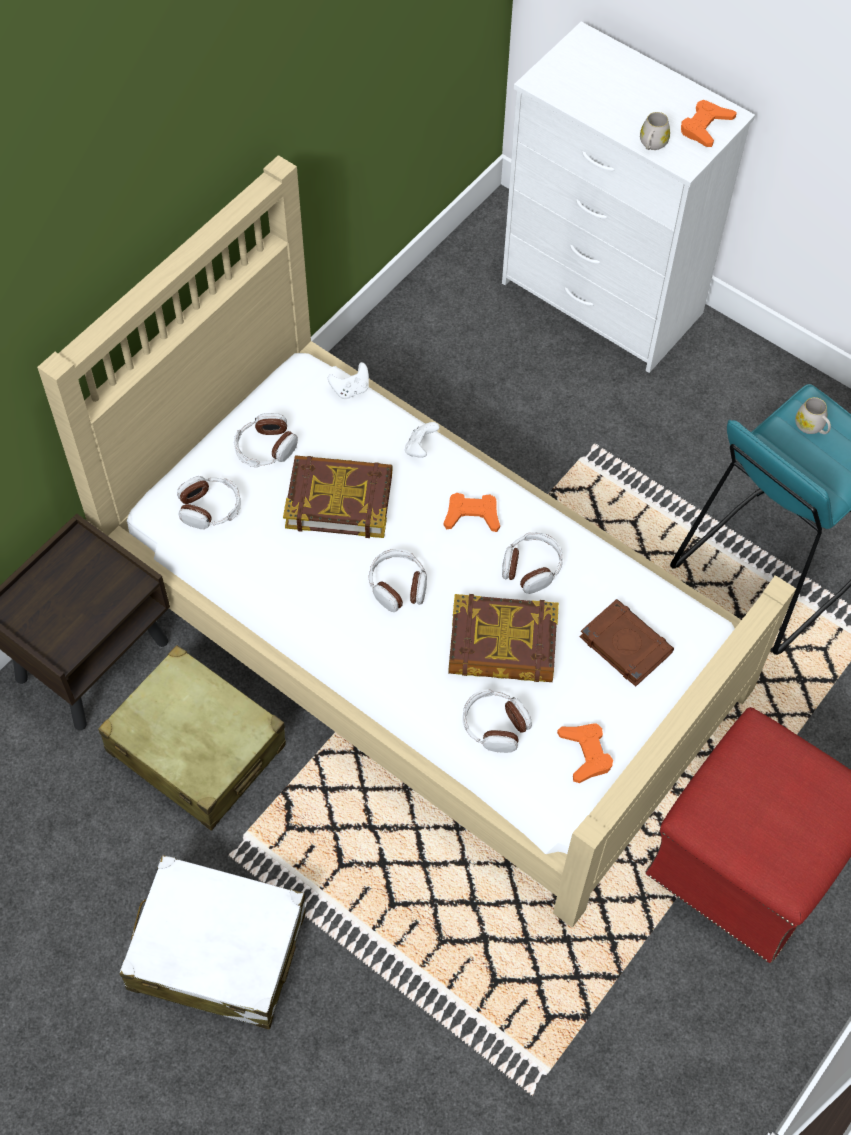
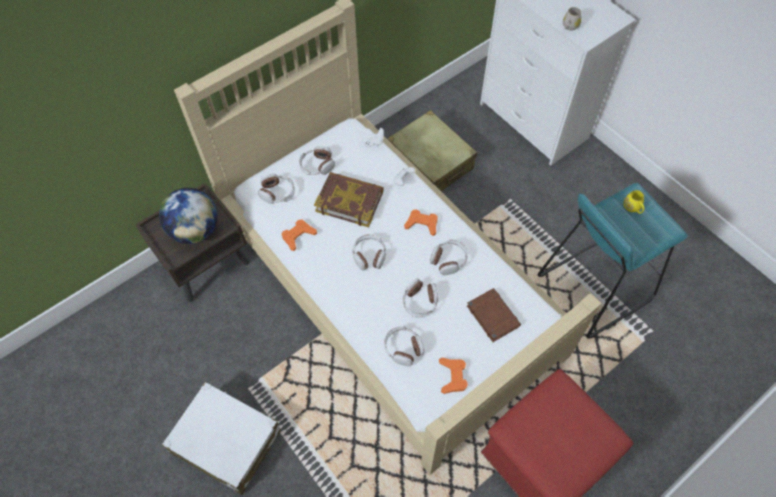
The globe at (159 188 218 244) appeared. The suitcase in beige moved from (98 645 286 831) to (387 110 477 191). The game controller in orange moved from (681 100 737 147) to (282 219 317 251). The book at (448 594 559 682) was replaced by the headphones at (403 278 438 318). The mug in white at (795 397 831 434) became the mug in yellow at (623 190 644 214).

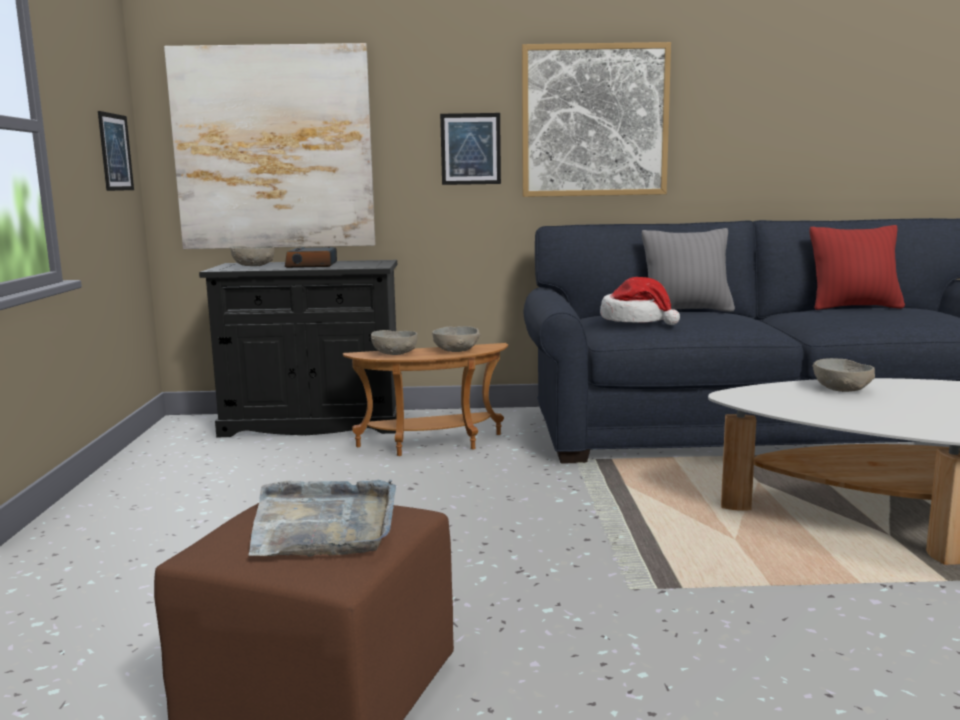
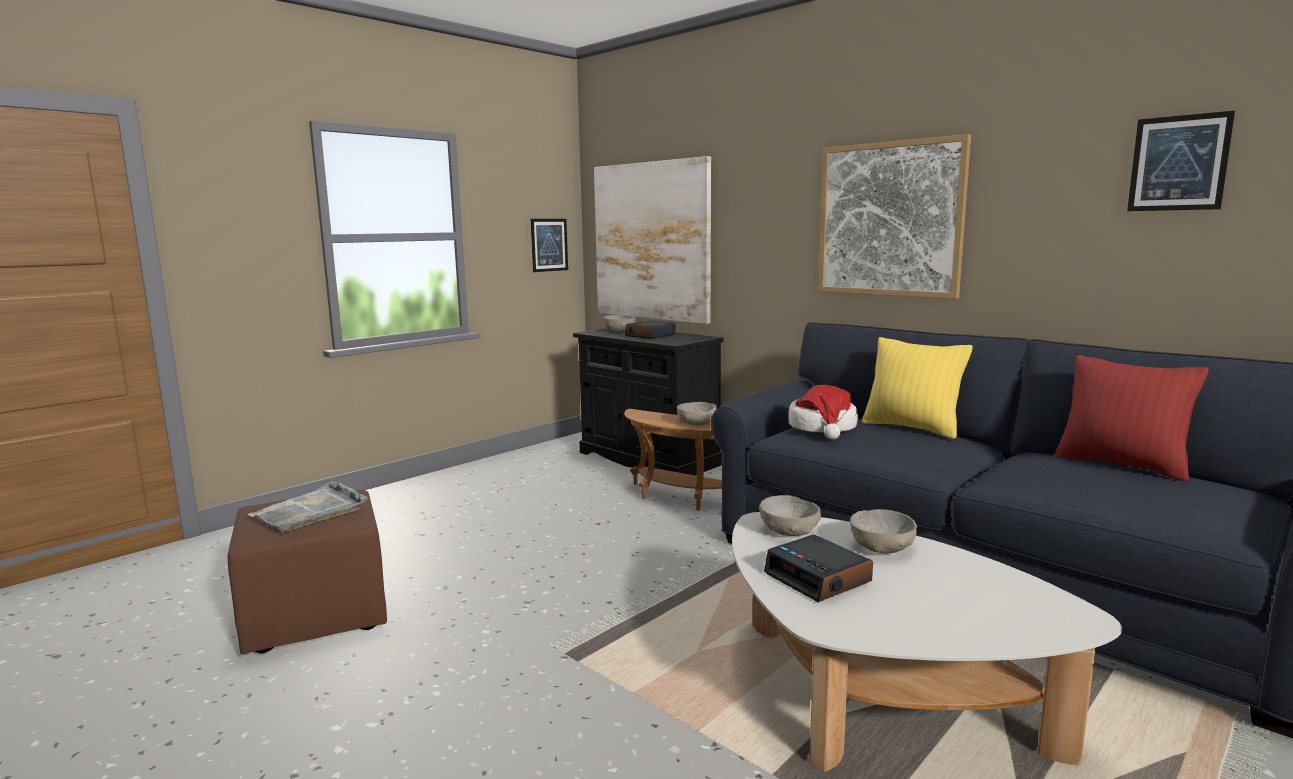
The alarm clock at (764 535 873 602) appeared. The bowl in grey moved from (371 330 417 355) to (759 495 821 536). The picture moved from (440 113 501 185) to (1127 111 1235 211). The pillow in grey at (642 228 735 312) became the pillow in yellow at (862 337 972 439).

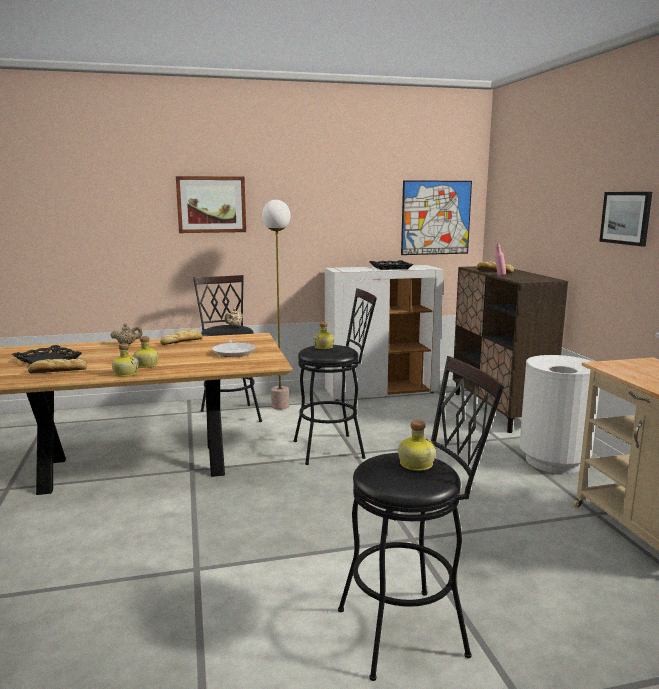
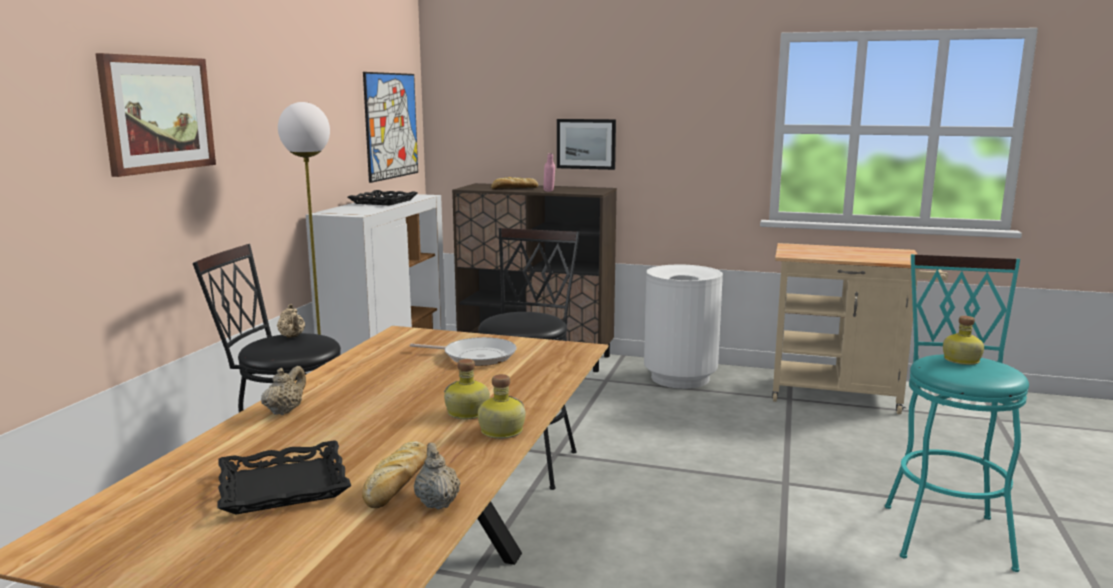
The bread at (160 329 203 345) disappeared. The bottle at (313 322 334 349) disappeared. The teapot in beige at (414 442 460 510) appeared. The picture moved from (599 192 652 246) to (557 119 616 170). The stool in black at (338 356 504 681) became the stool in turquoise at (885 254 1029 572).

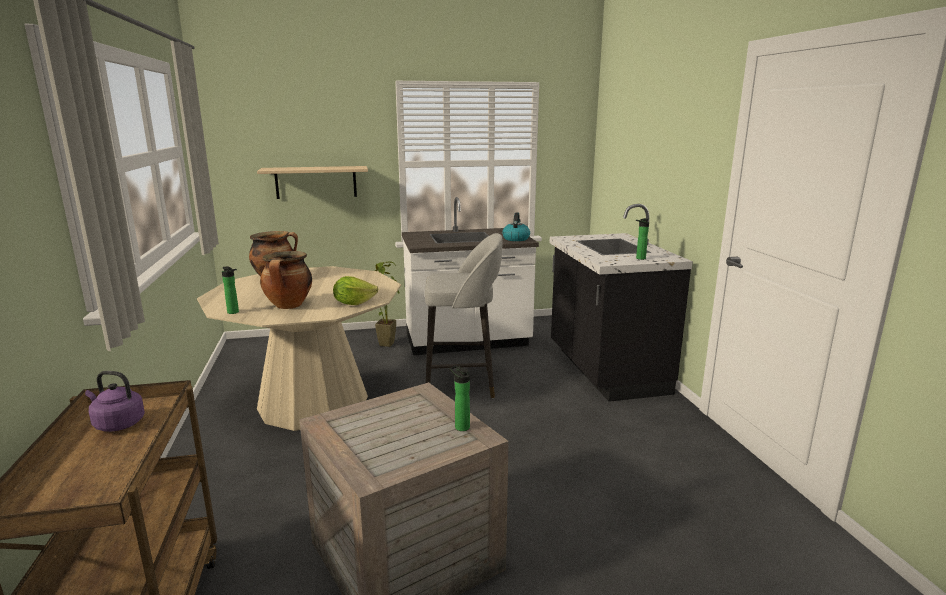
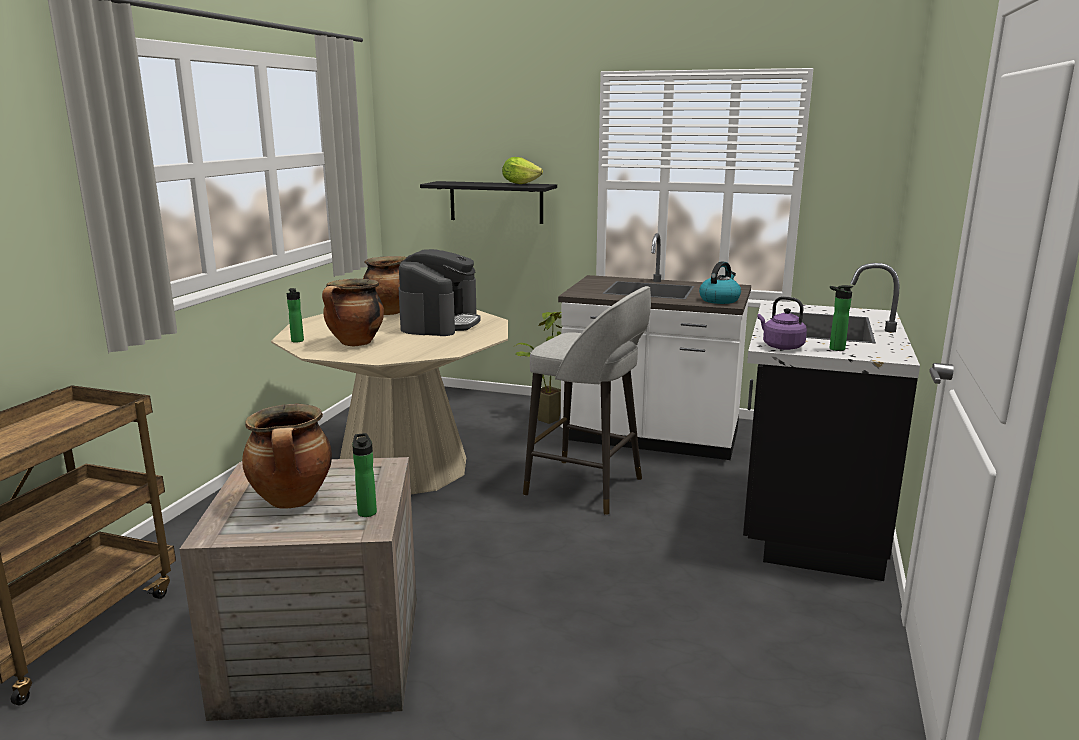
The cooking pot at (242 404 332 509) appeared. The coffee machine at (398 249 481 336) appeared. The kettle in purple moved from (85 371 145 432) to (757 296 807 350). The lettuce moved from (333 276 378 305) to (502 157 543 184). The shelf in beige at (257 166 368 199) became the shelf in black at (420 181 557 224).

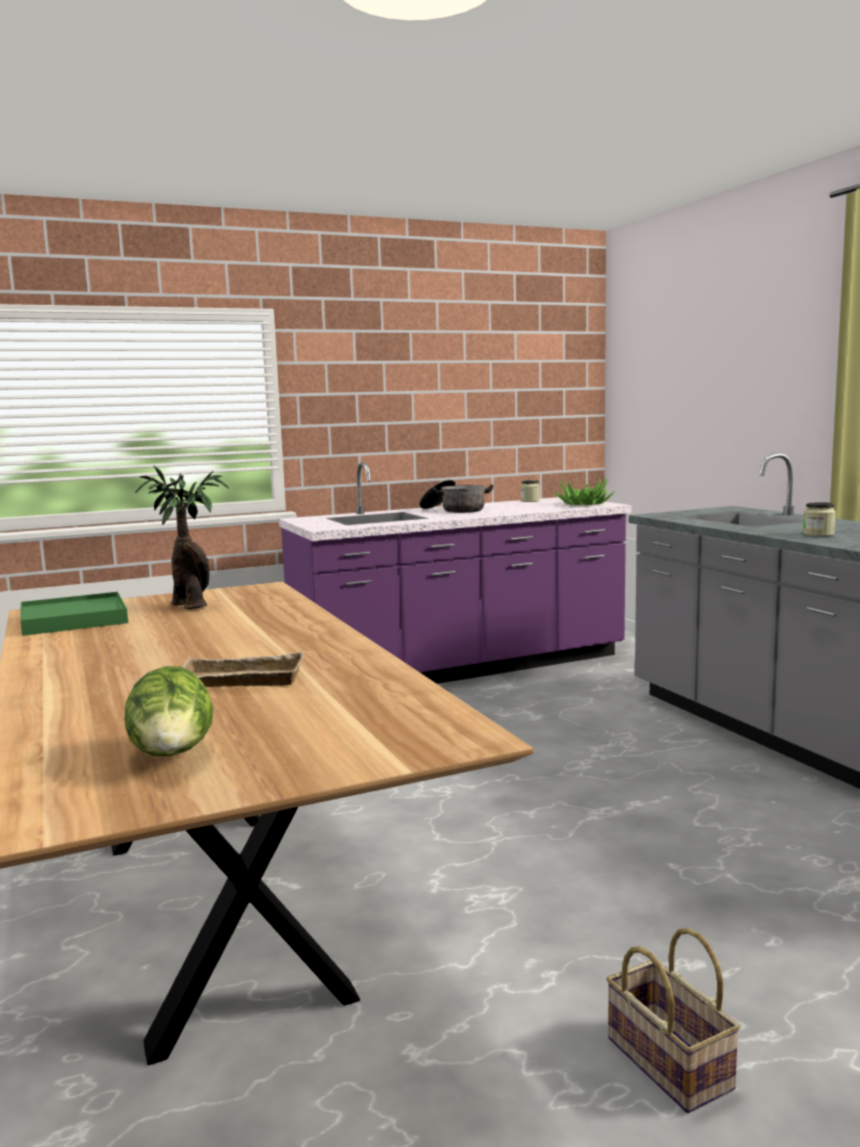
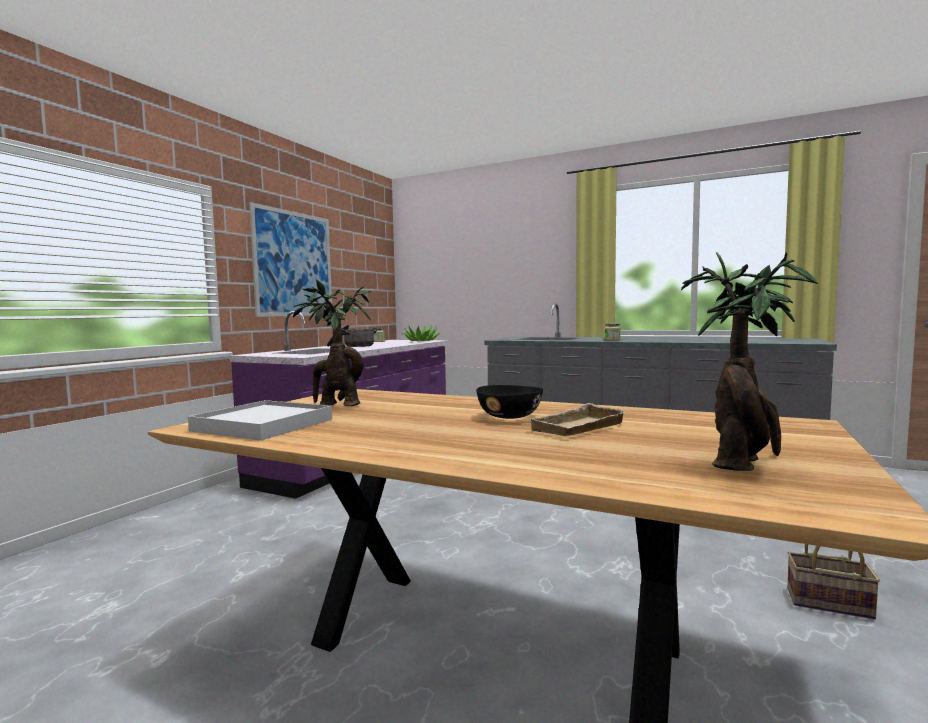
The picture at (249 202 332 317) appeared. The bowl in black at (476 385 543 419) appeared. The lettuce at (124 666 213 756) was replaced by the potted plant at (681 252 818 471). The tray in green at (20 592 128 636) became the tray in white at (188 400 332 441).

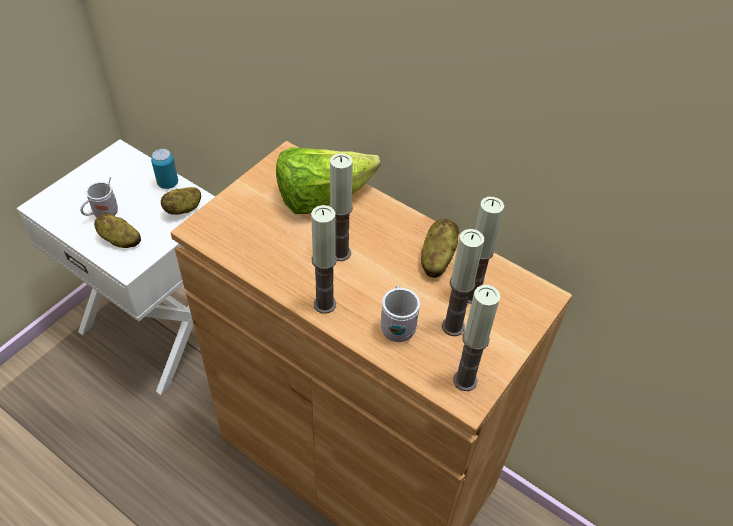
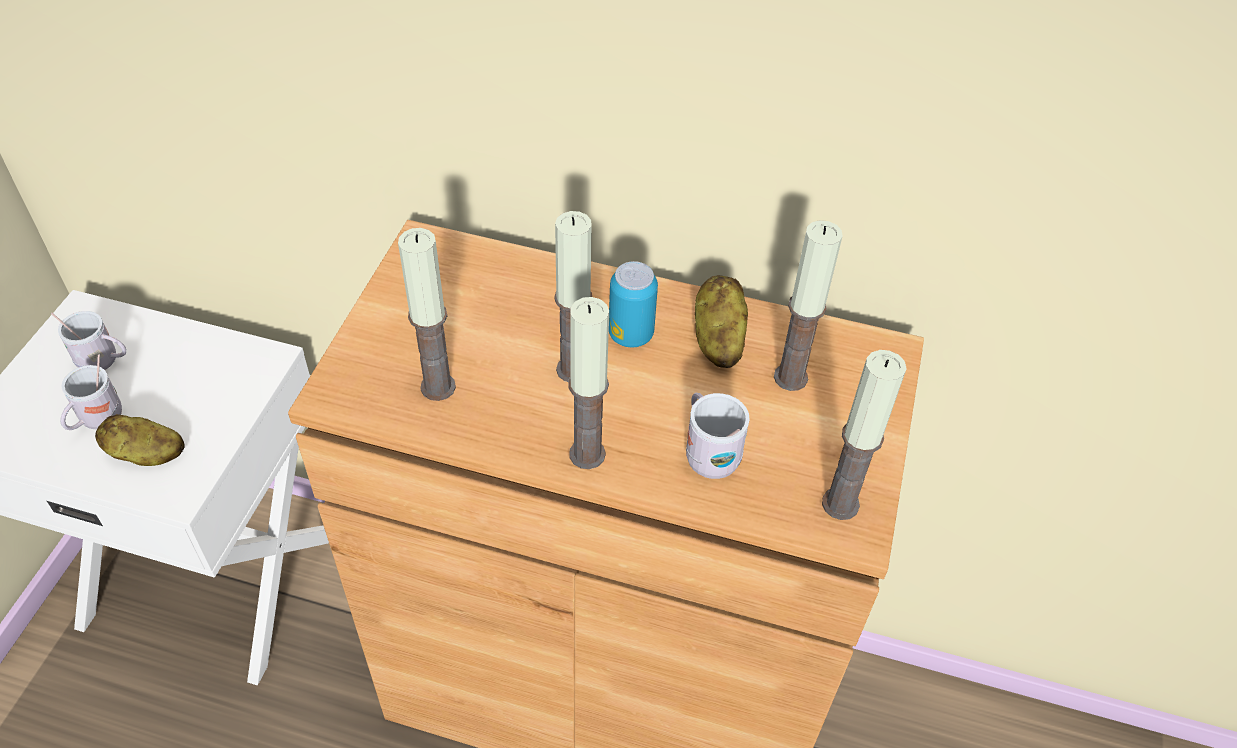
The potato at (160 187 201 215) disappeared. The lettuce at (276 147 381 214) disappeared. The mug in white at (51 311 126 370) appeared. The can moved from (151 149 178 189) to (609 261 658 347). The candle moved from (442 229 484 336) to (398 228 456 401).

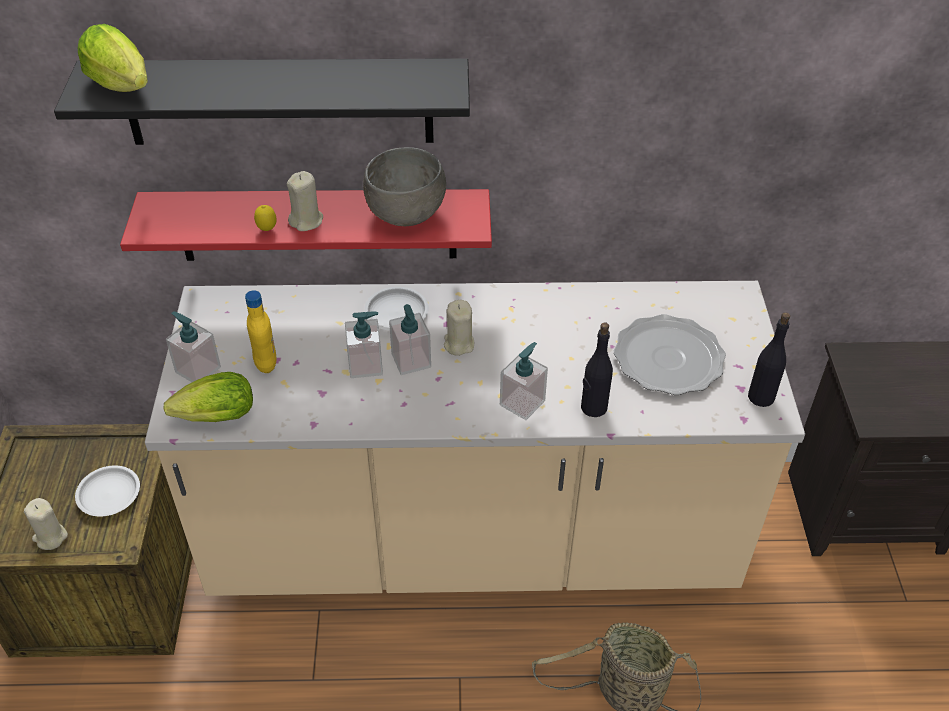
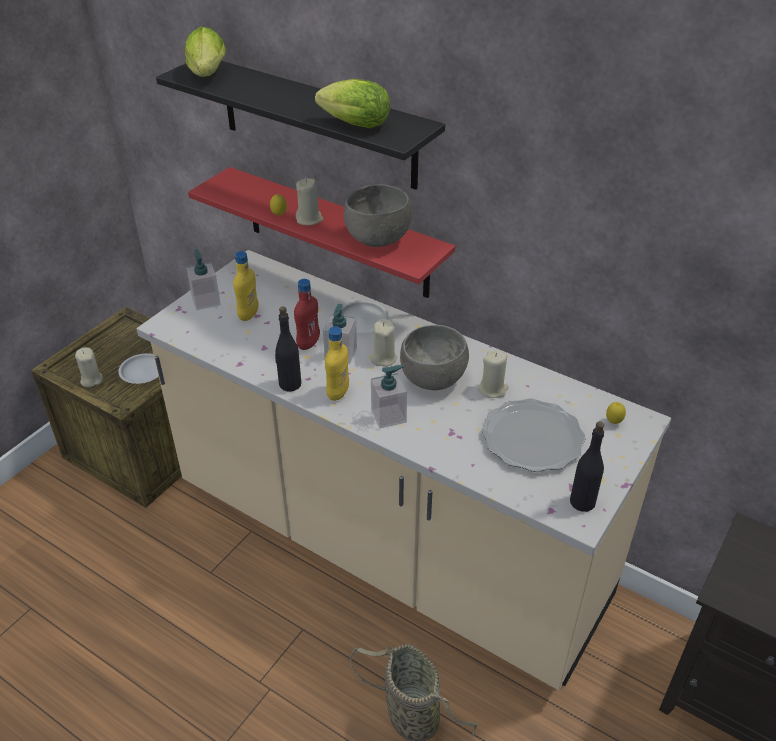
The bottle in yellow at (325 326 349 401) appeared. The bowl in grey at (400 325 469 390) appeared. The candle in beige at (478 351 508 398) appeared. The lemon at (606 402 626 424) appeared. The lettuce moved from (163 372 253 422) to (315 79 390 128). The bottle in black moved from (581 322 613 417) to (275 307 301 391). The soap dispenser at (345 312 383 378) was replaced by the bottle in red at (294 279 320 350).

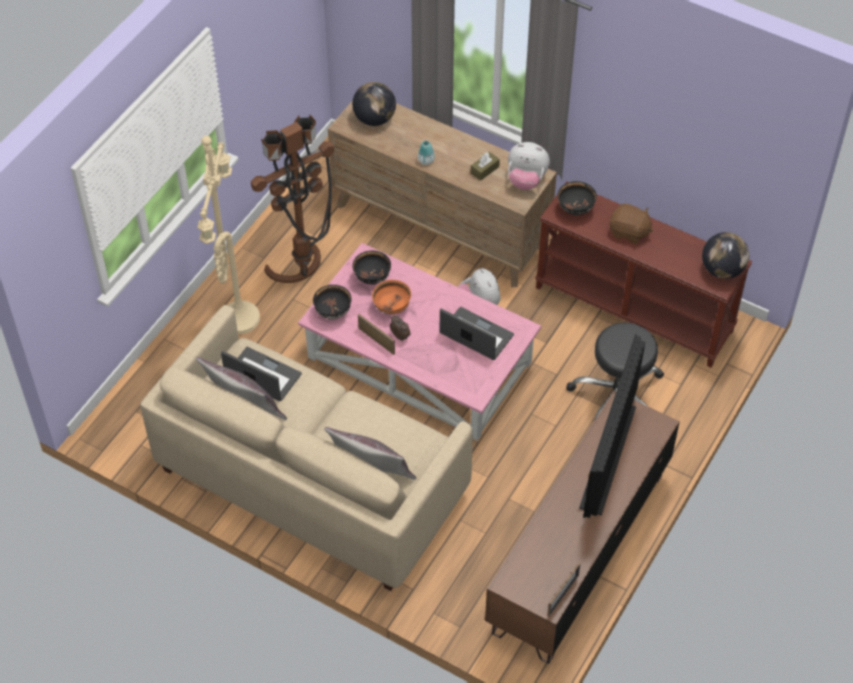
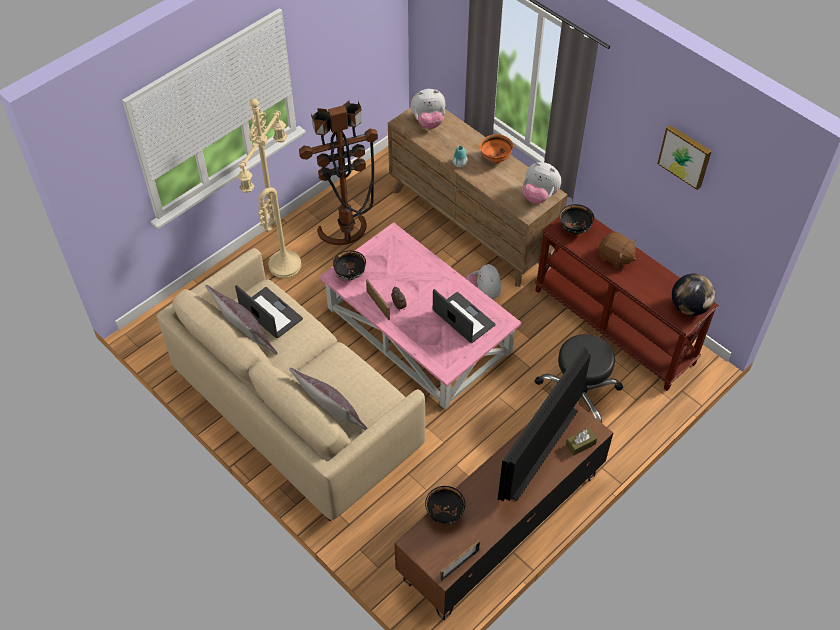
The picture at (657 125 712 190) appeared. The bowl in black moved from (352 250 391 284) to (425 486 465 524). The bowl in orange moved from (372 280 411 314) to (480 134 513 163). The tissue box in brown moved from (471 152 500 181) to (566 428 597 456). The globe at (352 82 396 126) was replaced by the plush toy at (411 89 445 129).

